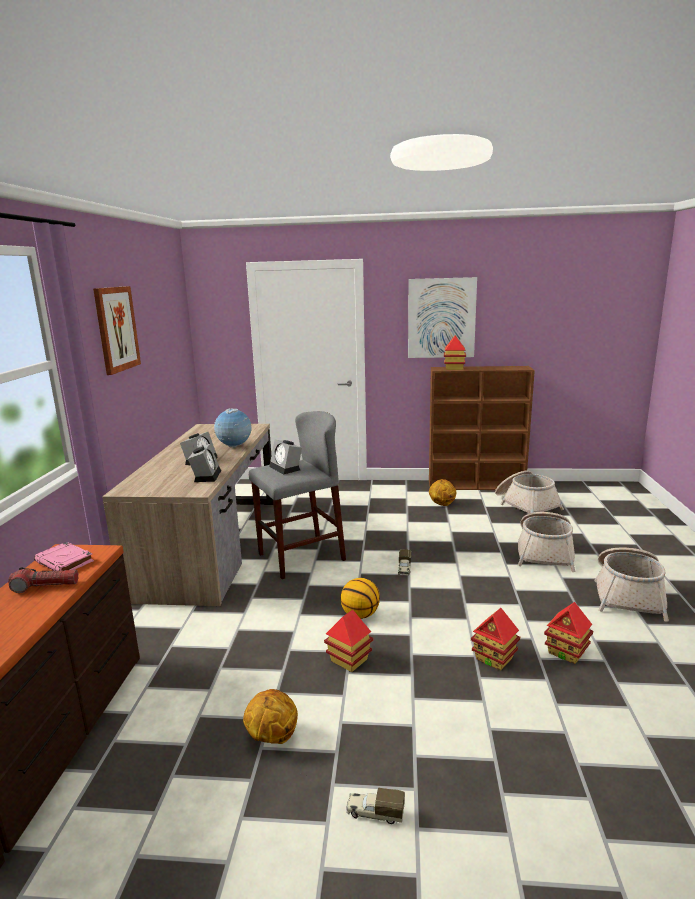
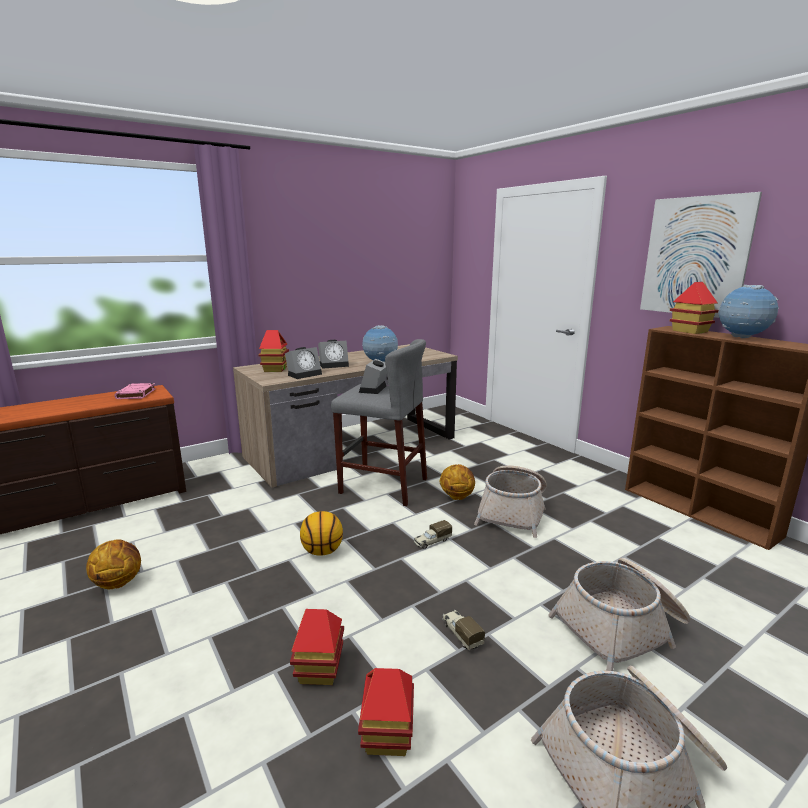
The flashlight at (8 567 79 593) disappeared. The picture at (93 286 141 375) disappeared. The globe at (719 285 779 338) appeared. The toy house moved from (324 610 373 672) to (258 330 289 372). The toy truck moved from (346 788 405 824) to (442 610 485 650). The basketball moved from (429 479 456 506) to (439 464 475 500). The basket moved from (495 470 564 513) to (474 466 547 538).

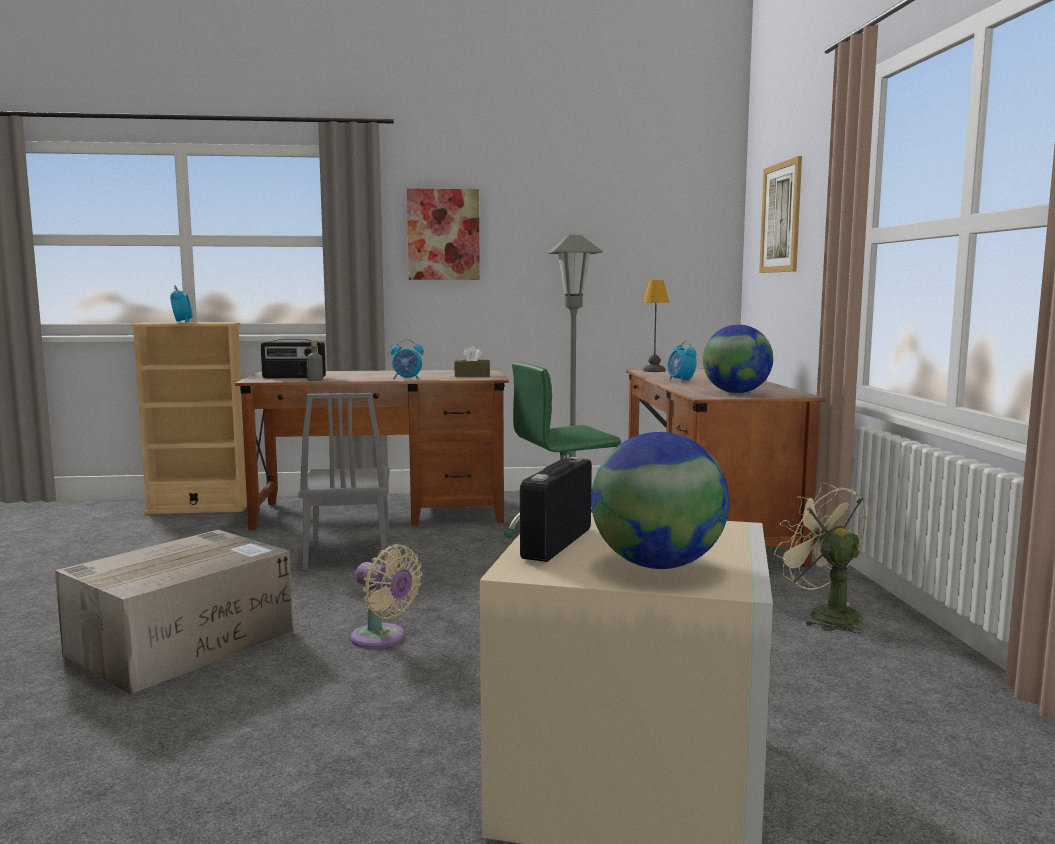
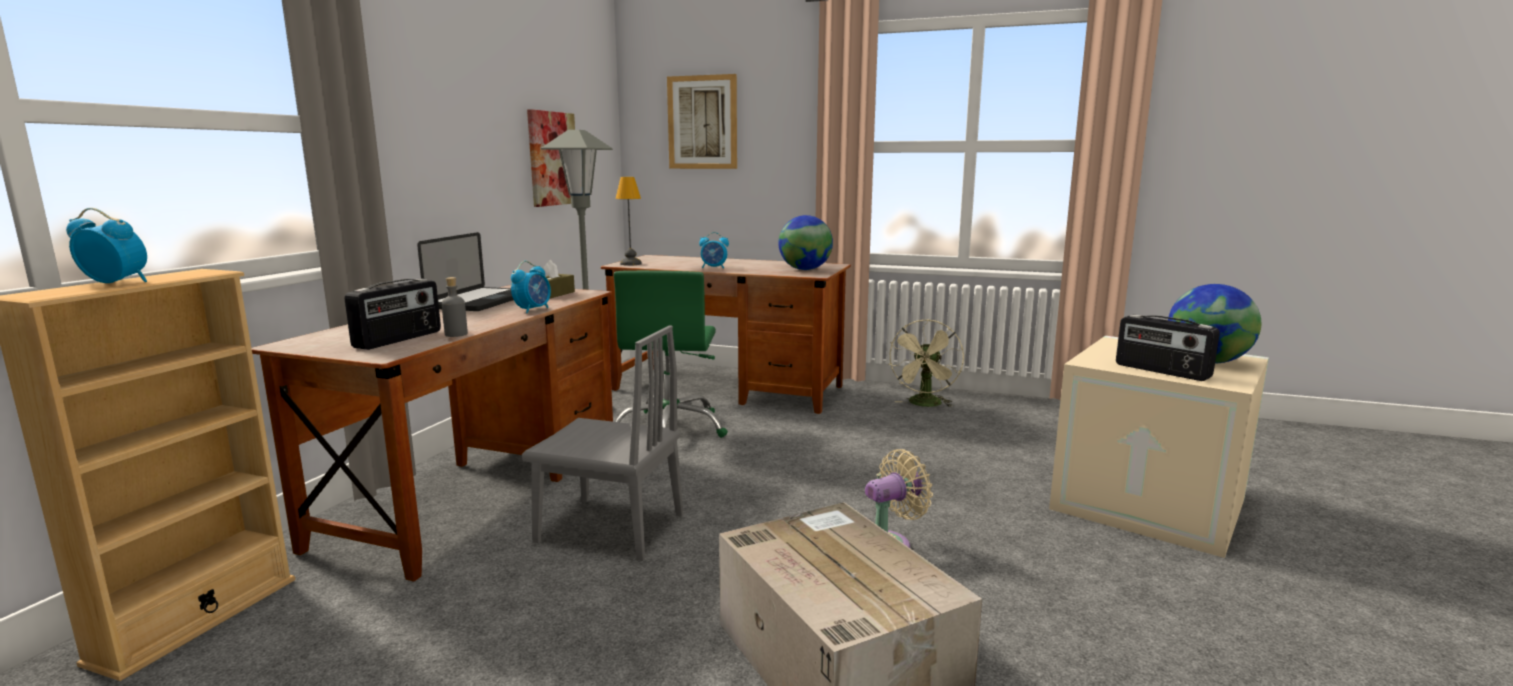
The laptop at (417 232 514 311) appeared. The picture moved from (407 188 480 280) to (527 109 575 207). The fan in beige at (774 482 866 634) turned 60 degrees counterclockwise.

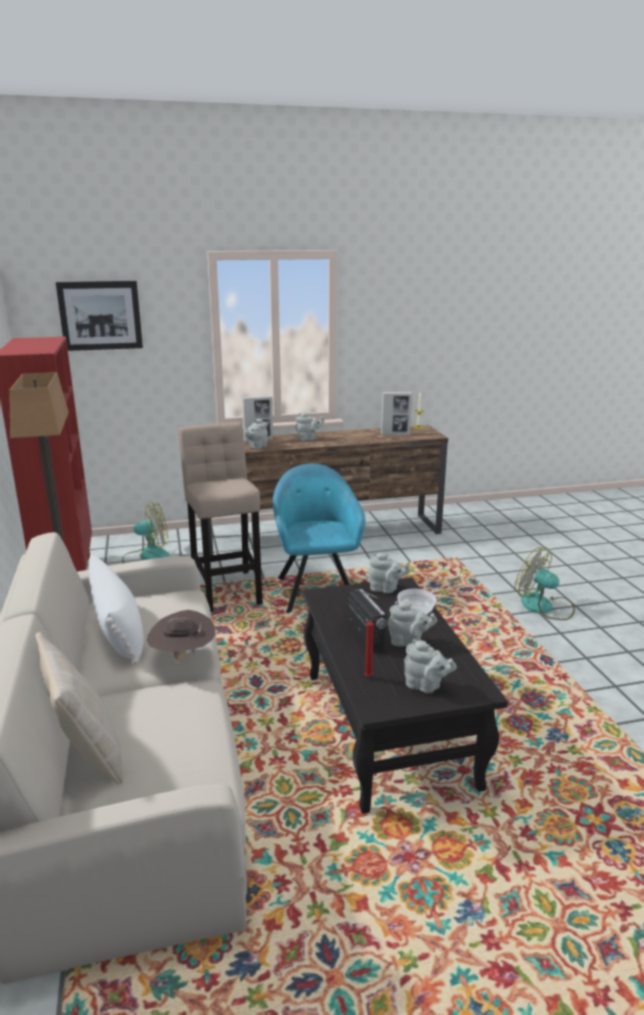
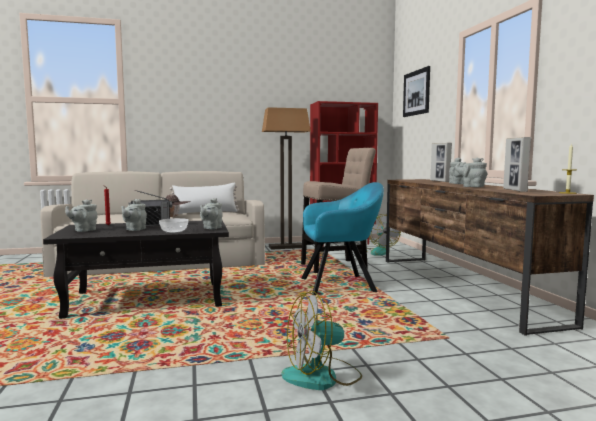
The pillow in beige at (35 632 123 785) disappeared. The teapot in grey moved from (244 418 268 449) to (455 157 487 187). The fan at (515 547 575 620) turned 150 degrees counterclockwise.

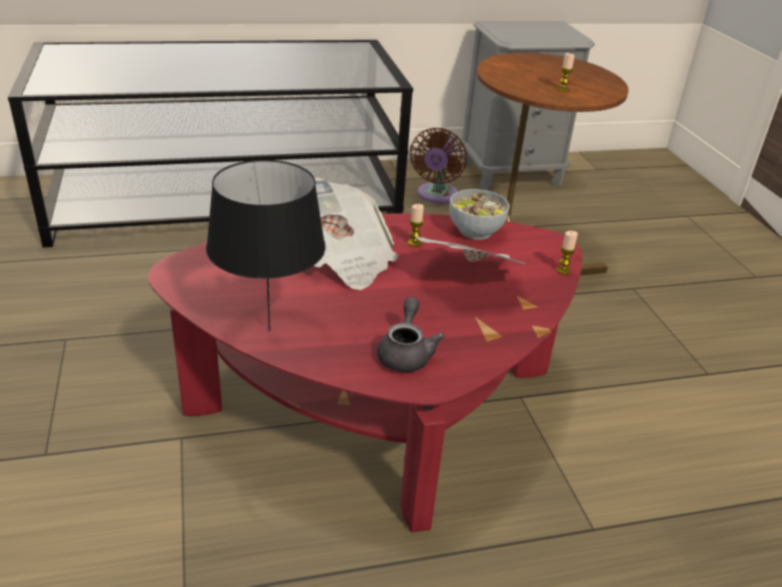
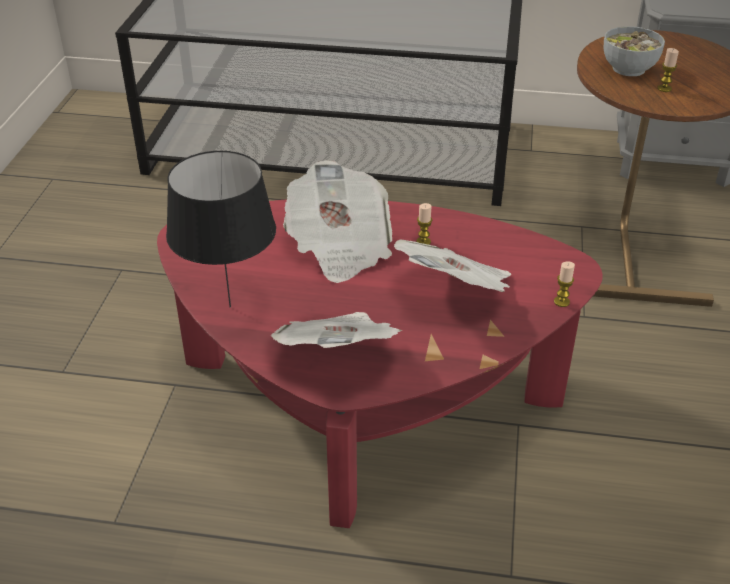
The fan in brown at (410 128 467 204) disappeared. The bowl moved from (449 189 509 240) to (604 26 665 76). The teapot in grey at (377 297 445 372) was replaced by the newspaper at (271 312 402 348).

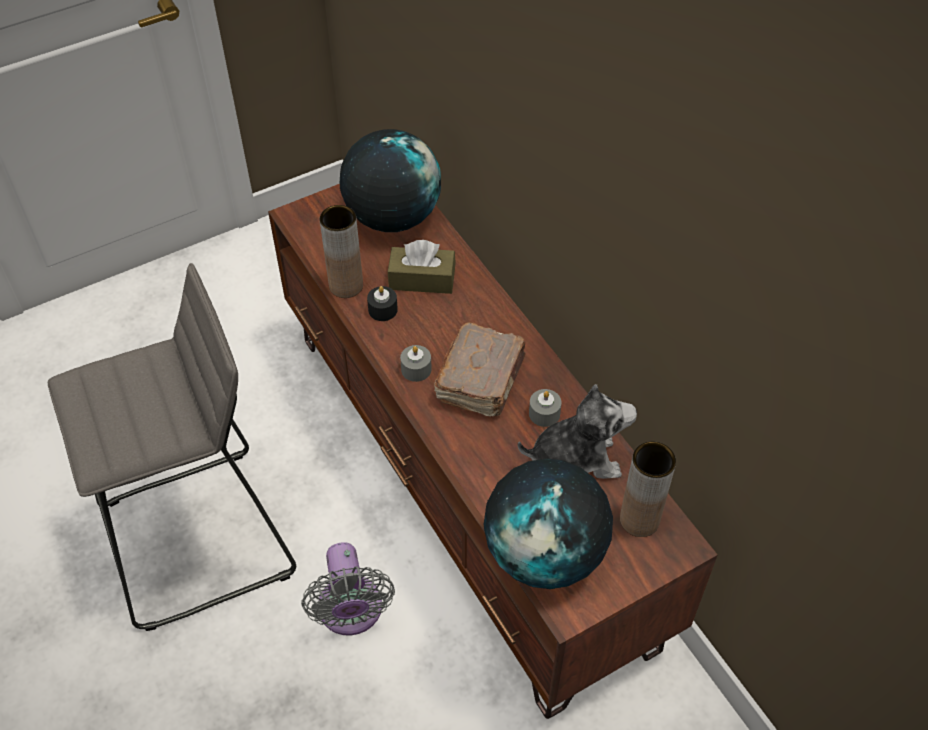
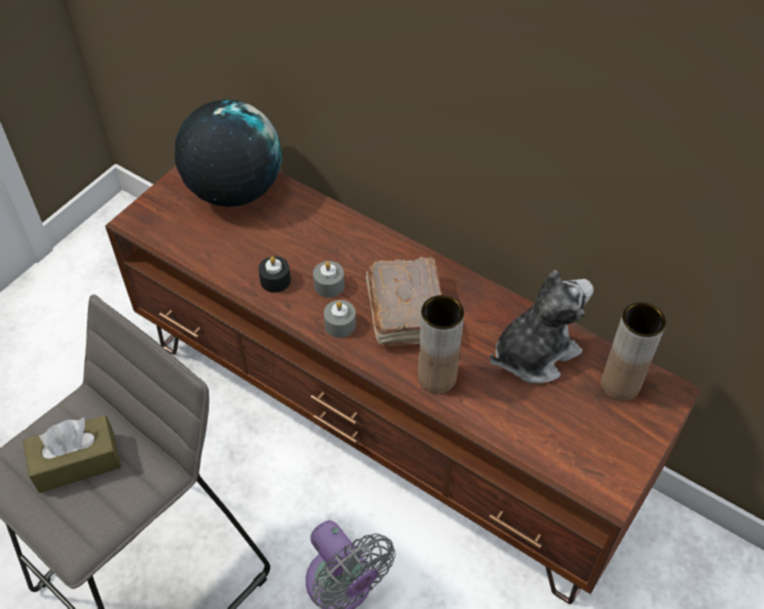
The globe at (484 458 613 589) disappeared. The vase in brown moved from (320 205 363 298) to (418 295 464 394). The tissue box in brown moved from (388 240 456 294) to (23 415 121 493). The candle in grey moved from (529 389 562 427) to (313 261 344 298).

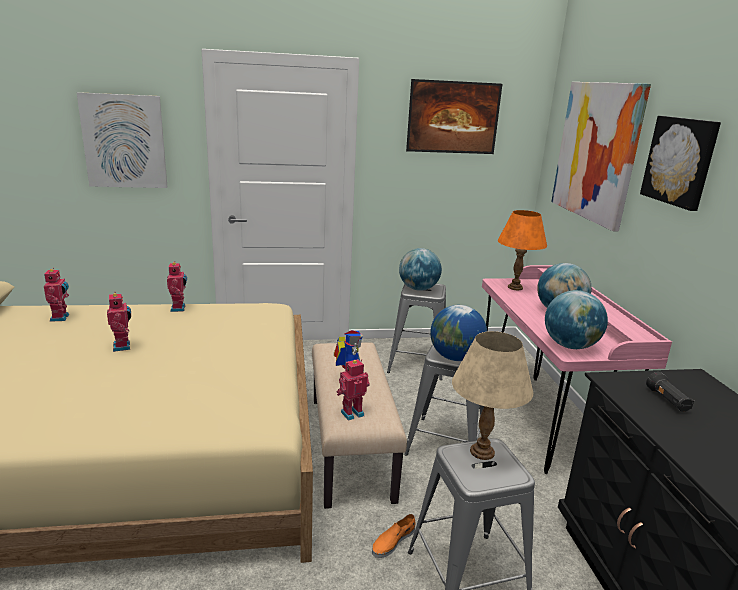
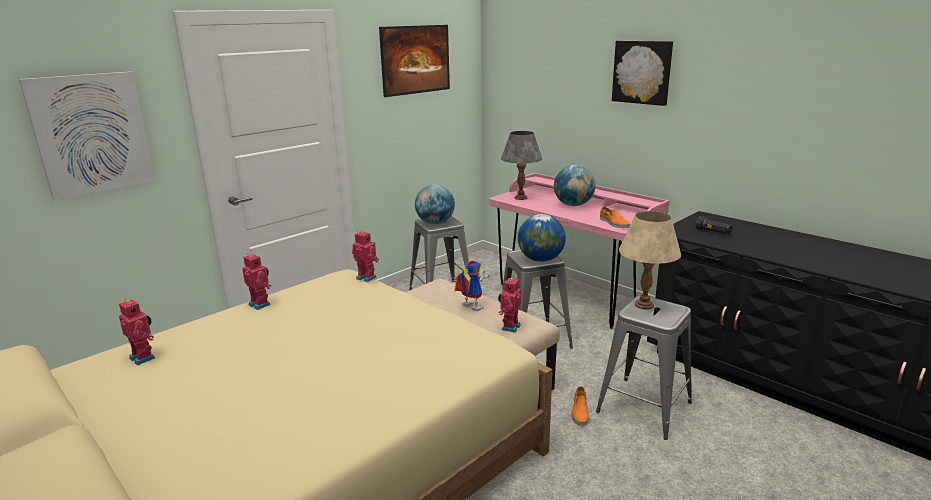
The picture at (551 82 651 232) disappeared. The toy robot moved from (107 292 131 352) to (352 231 379 282). The globe at (545 290 608 349) was replaced by the shoe in orange at (600 207 630 228). The table lamp in orange at (498 210 547 290) became the table lamp in grey at (501 131 542 200).

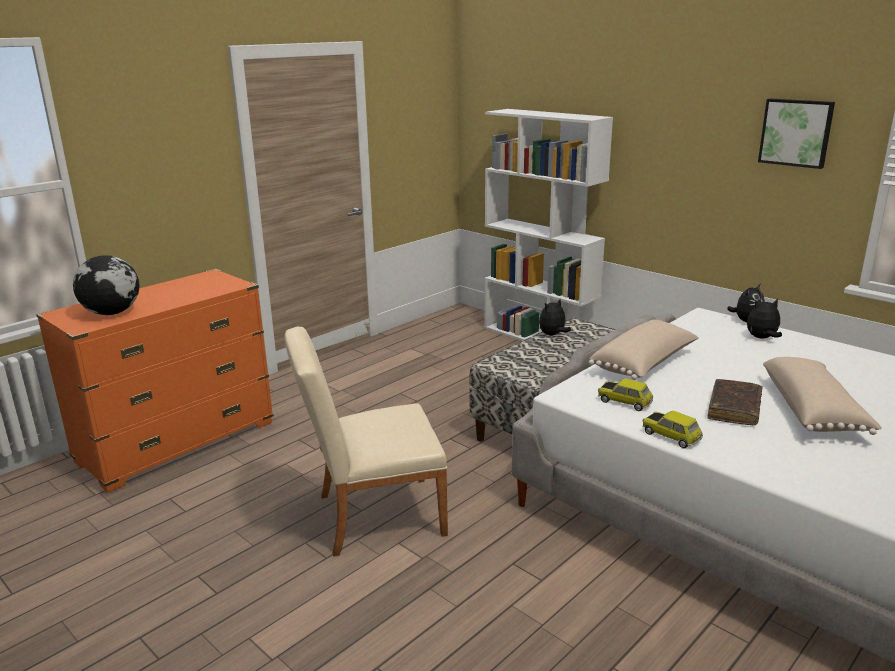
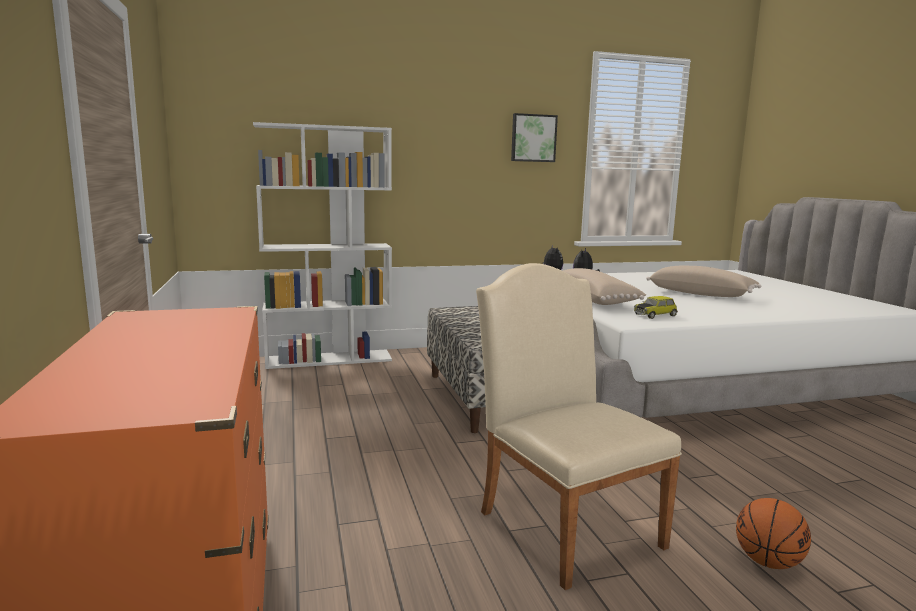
The globe at (73 255 140 315) disappeared. The plush toy at (539 299 571 335) disappeared. The toy car at (642 411 703 448) disappeared. The book in brown at (707 379 762 425) disappeared. The basketball at (736 498 811 569) appeared. The chair in beige at (284 327 448 557) turned 135 degrees clockwise.

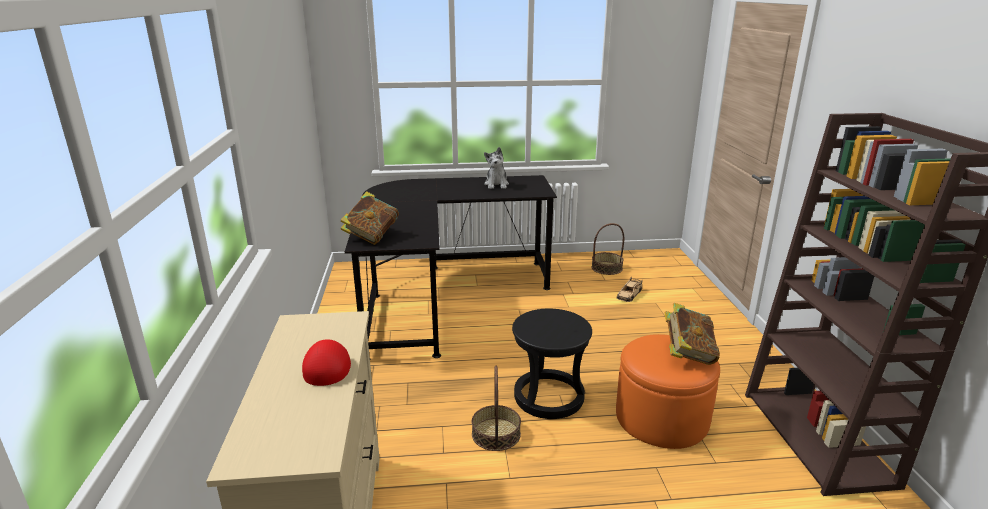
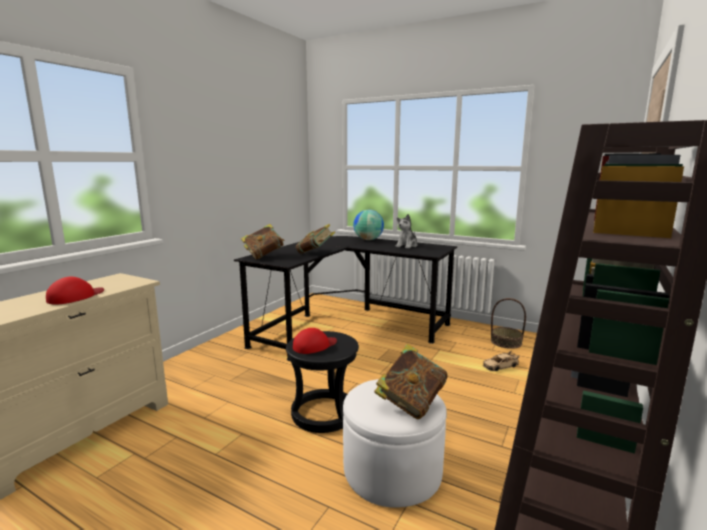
The basket at (472 365 521 451) disappeared. The cap in red at (293 328 337 354) appeared. The book at (296 224 335 254) appeared. The globe at (353 210 384 240) appeared. The ottoman in orange at (616 334 720 449) became the ottoman in white at (343 379 447 508).

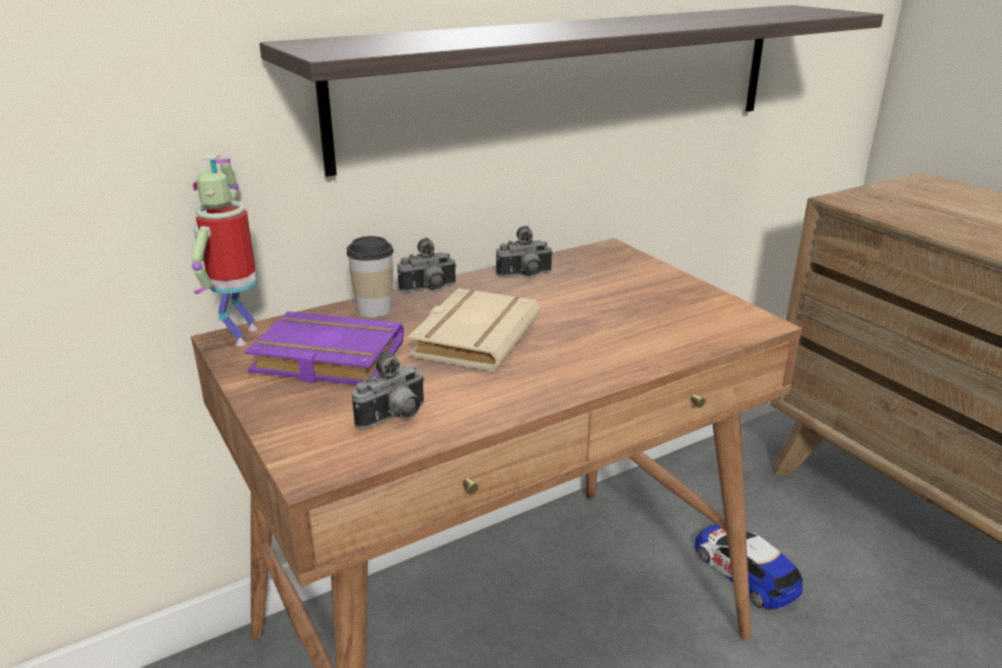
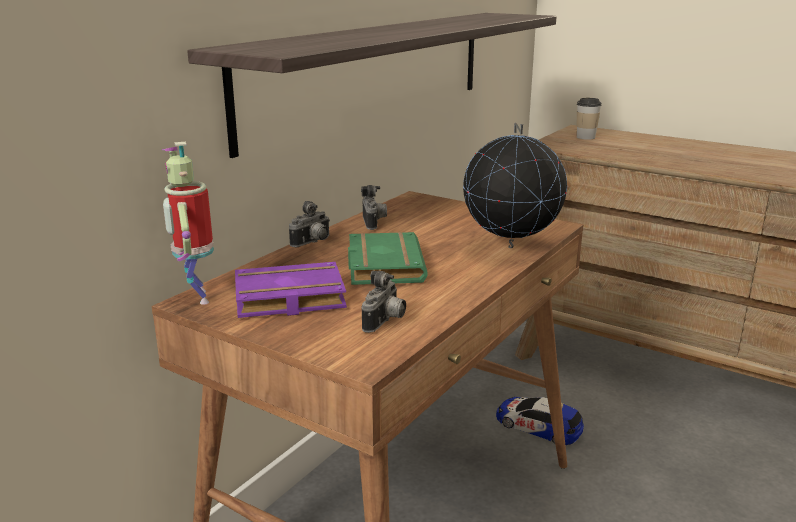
The globe at (463 123 567 248) appeared. The cup moved from (347 236 394 317) to (577 98 601 140). The book in beige at (408 288 540 372) became the book in green at (348 232 428 285). The photo camera at (496 226 553 277) turned 60 degrees counterclockwise.

